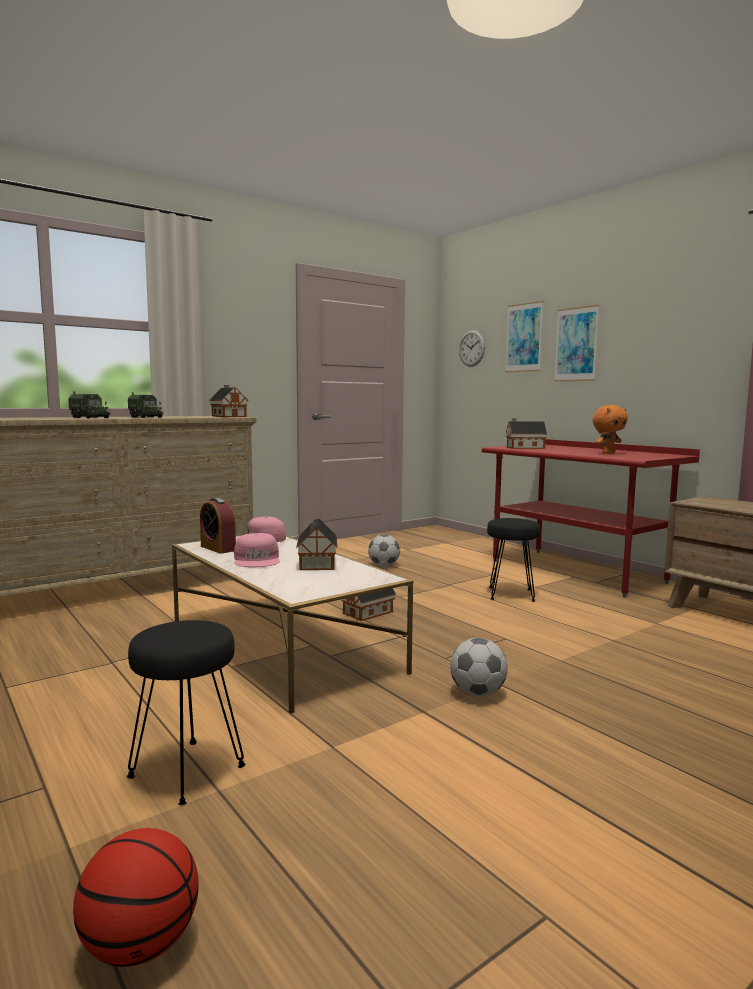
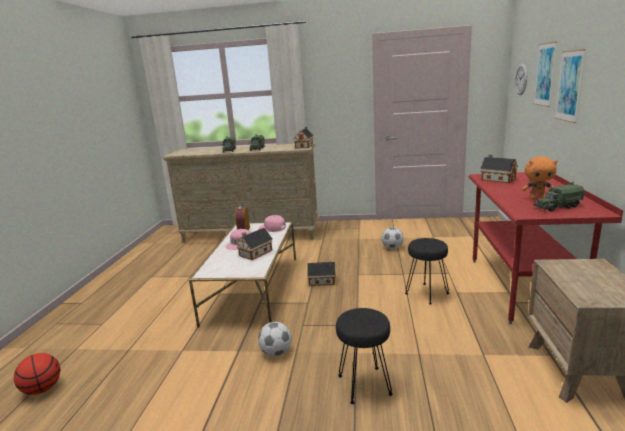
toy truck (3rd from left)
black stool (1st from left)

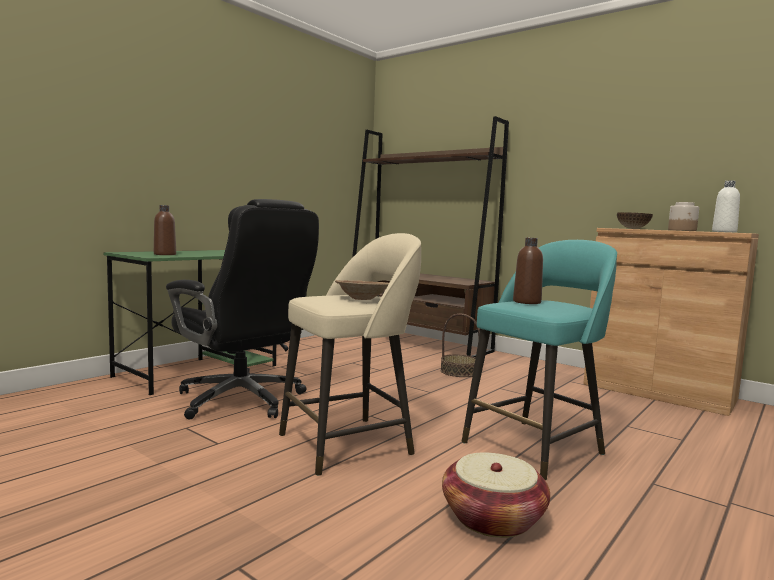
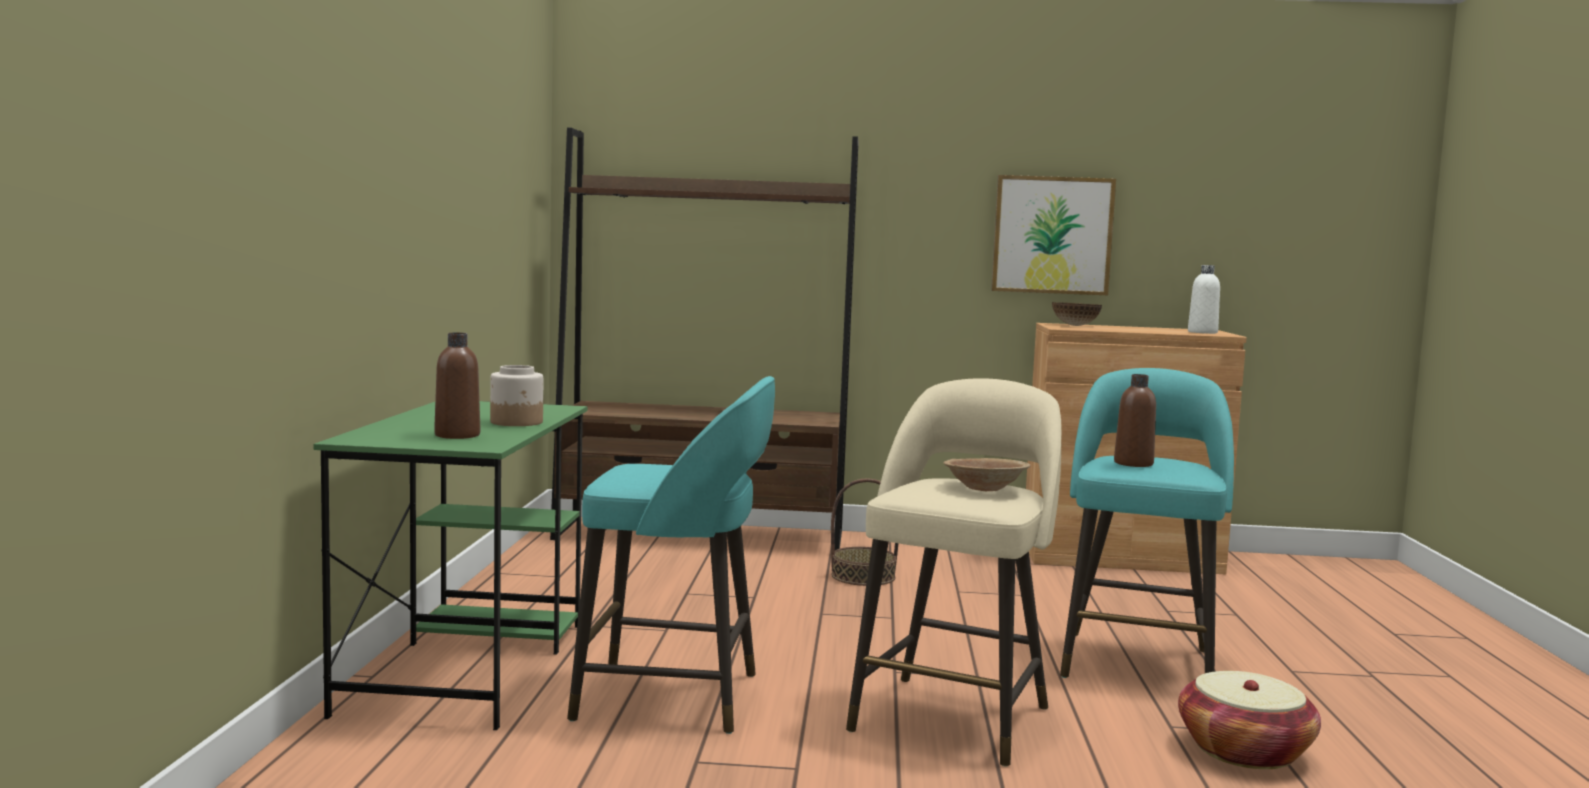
picture
jar
turquoise stool (1st from left)

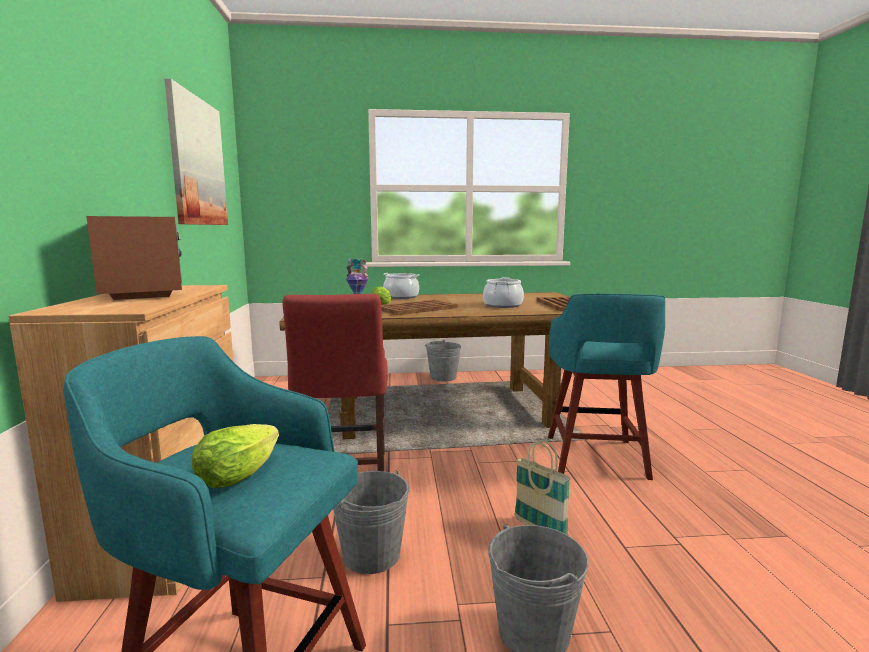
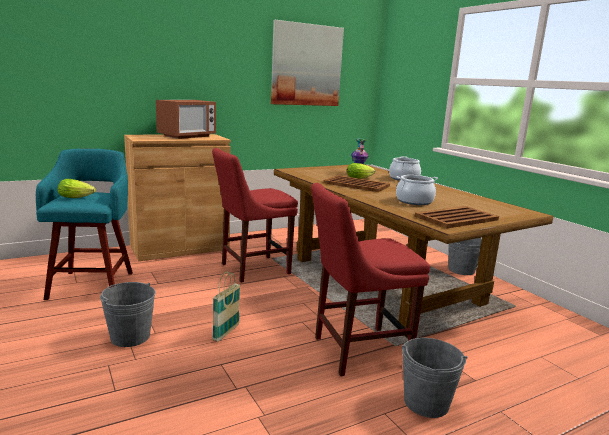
grey bucket (2nd from left)
red chair (2nd from left)

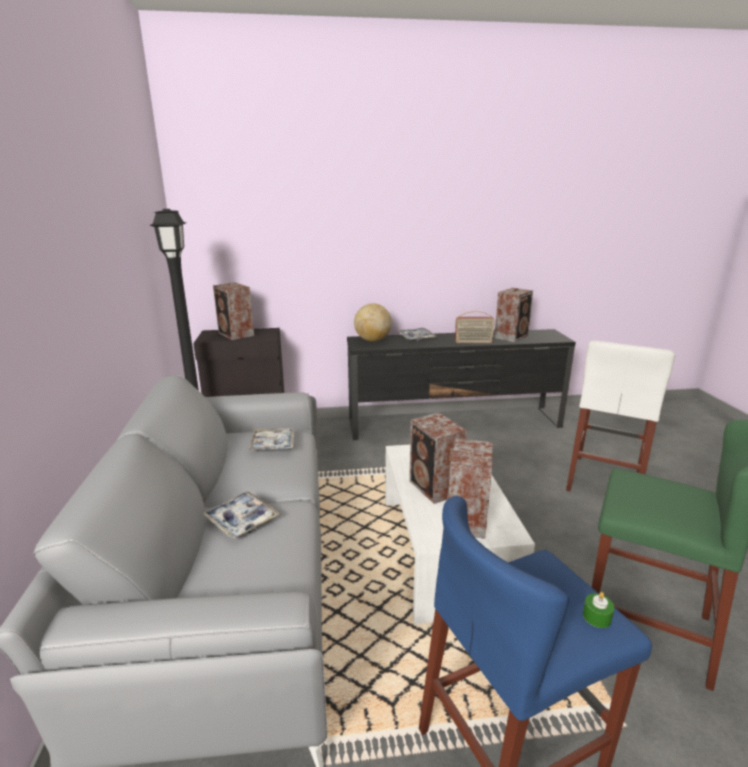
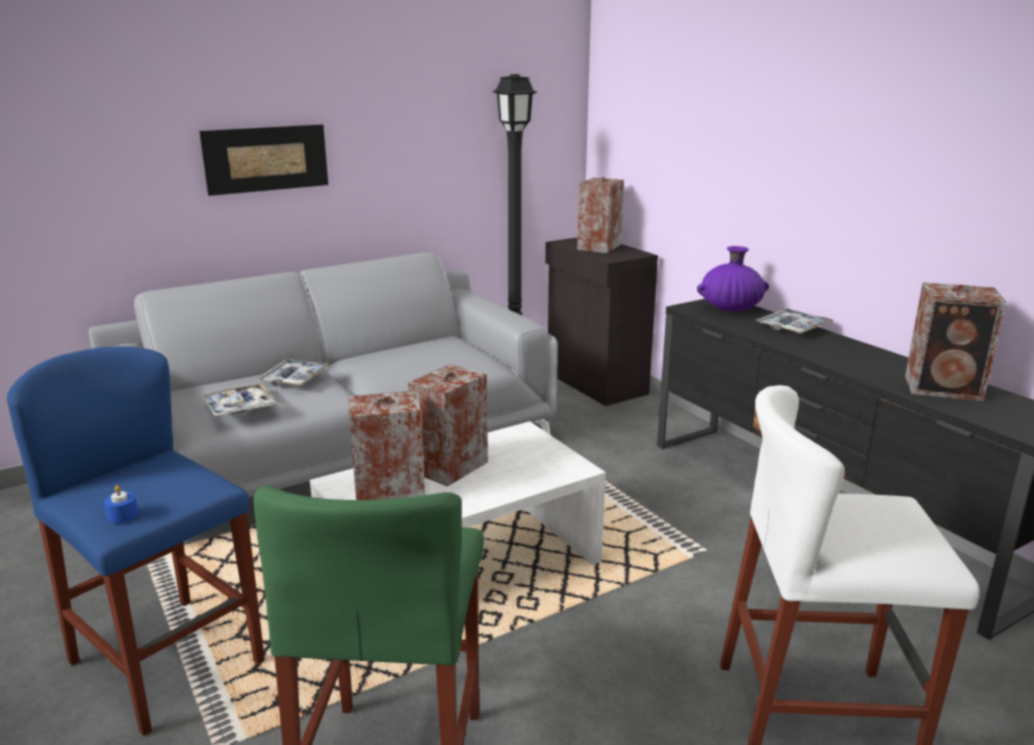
radio
picture
tray (1st from left)
purple vase
blue candle

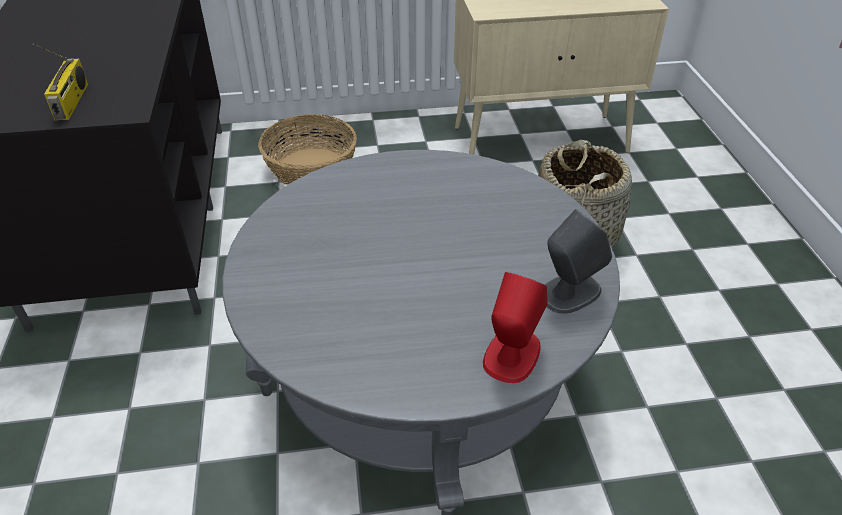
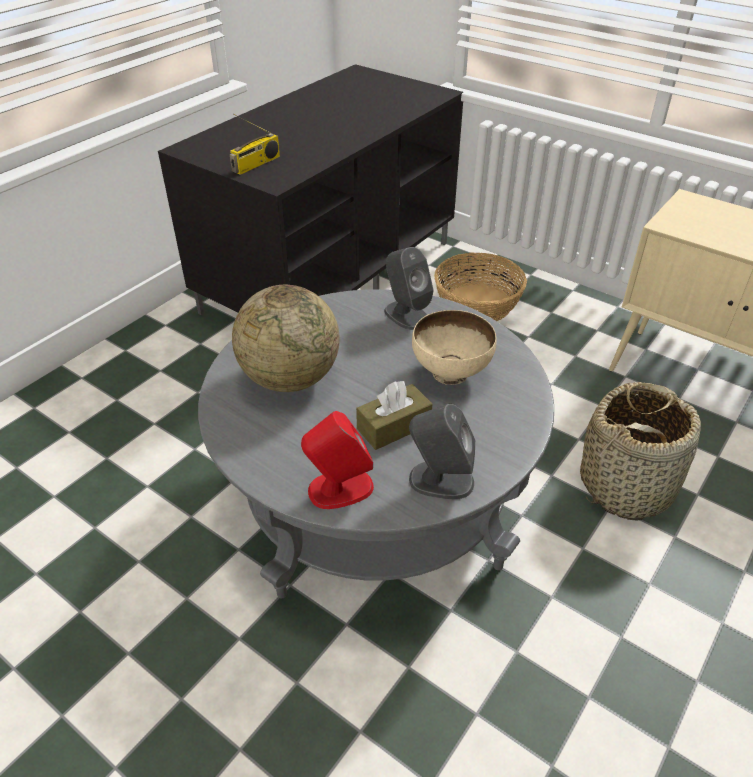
globe
brown tissue box
grey speaker (1st from left)
beige bowl

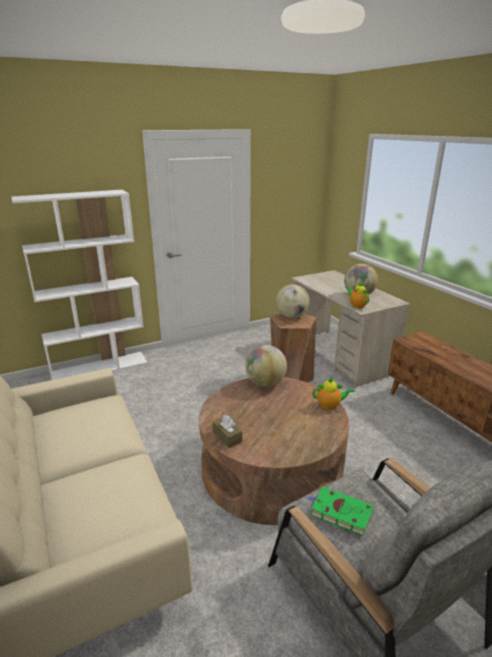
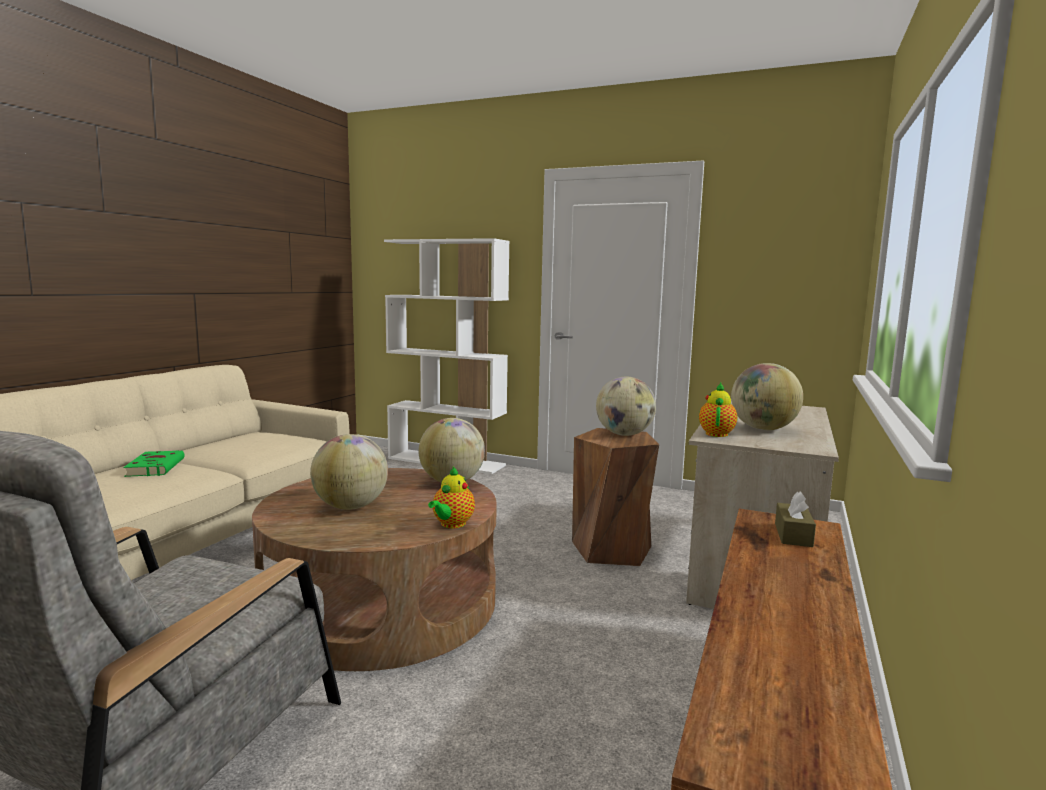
globe (1st from left)
brown tissue box
green book
teapot (1st from left)

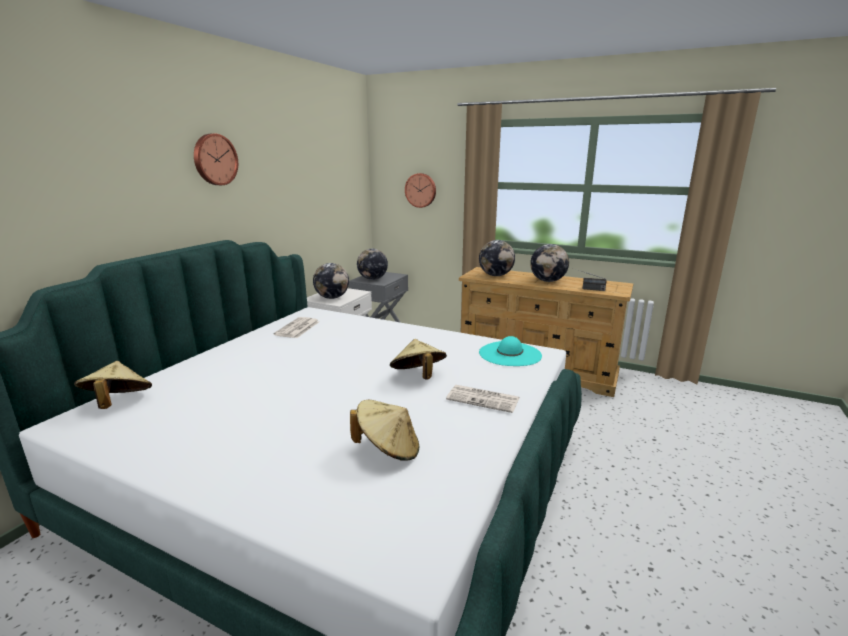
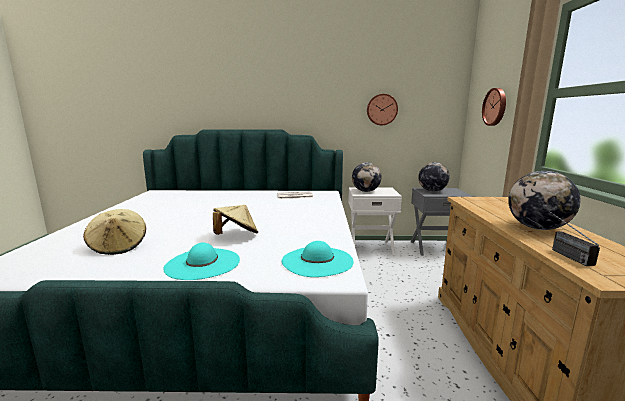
beige hat (1st from left in the first image)
globe (3rd from left in the first image)
wall clock (1st from left)
turquoise hat (1st from left)

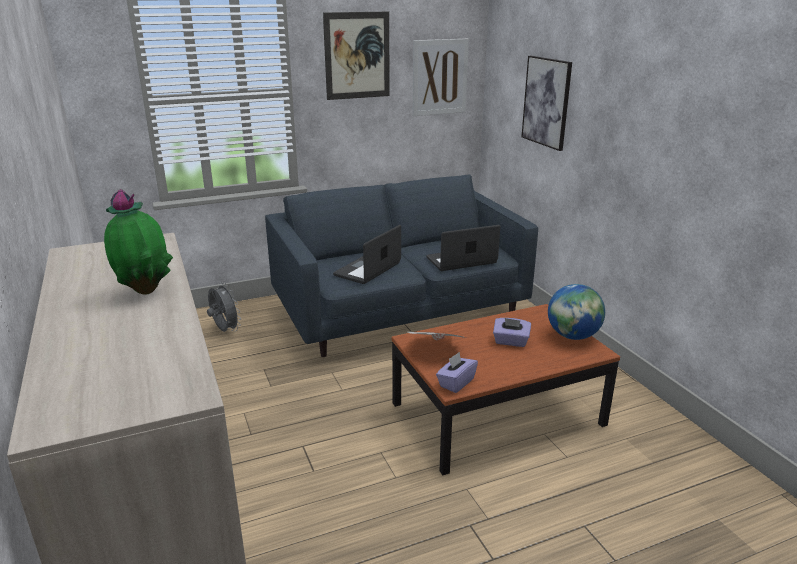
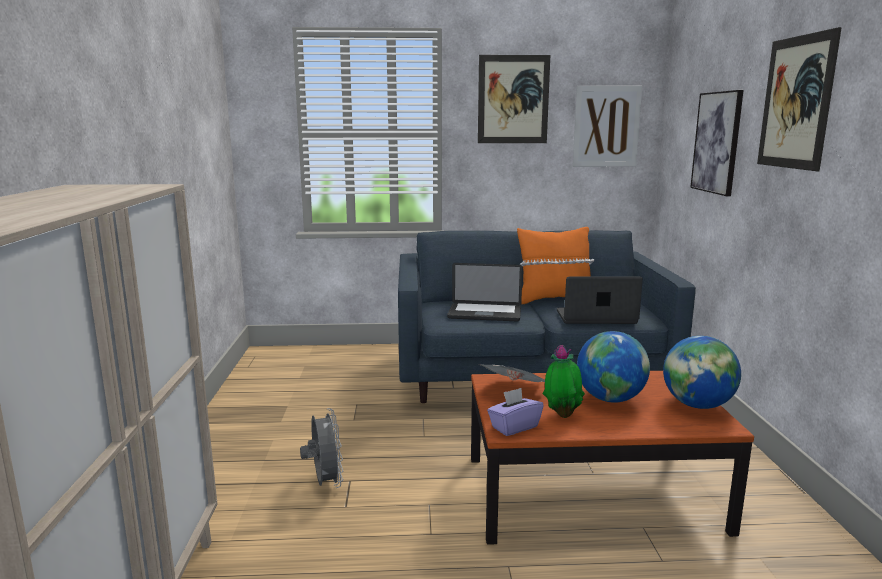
orange pillow
picture (4th from left)
potted plant
grey fan
globe (1st from left)
laptop (1st from left)

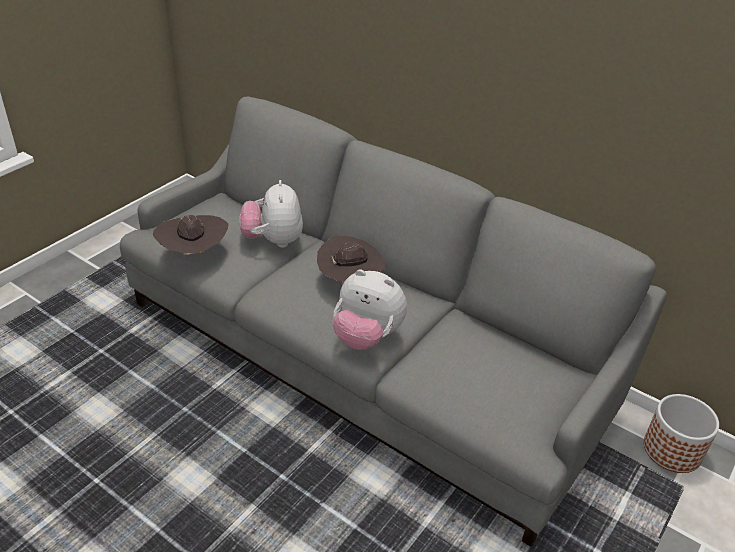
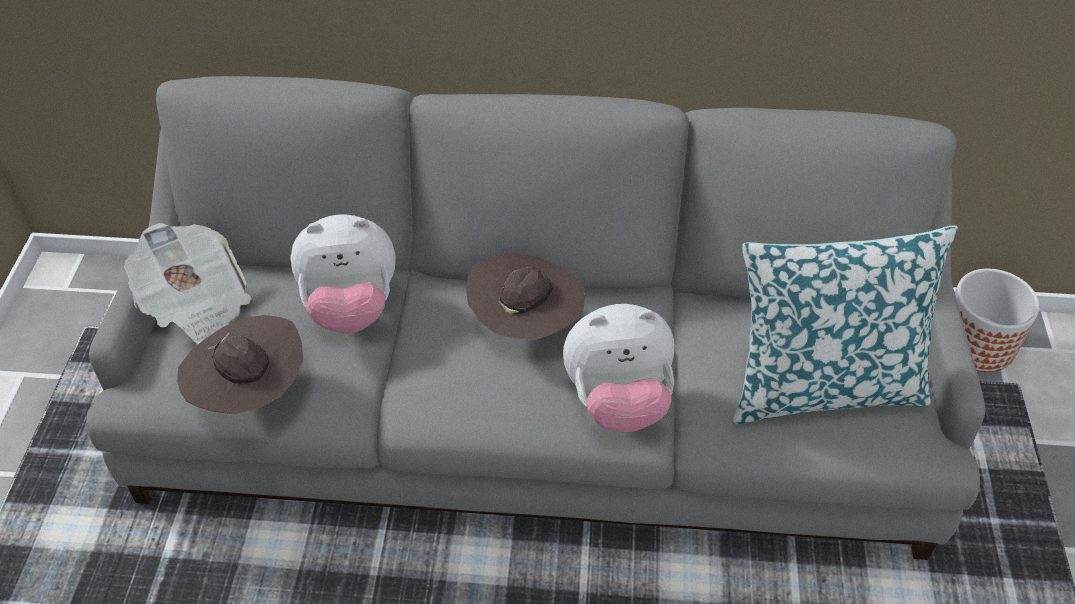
newspaper
pillow
plush toy (1st from left)

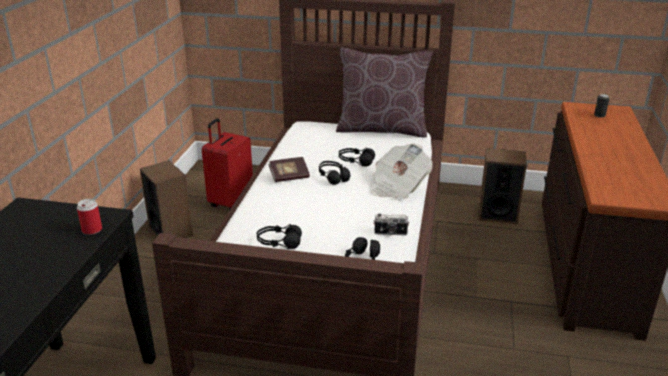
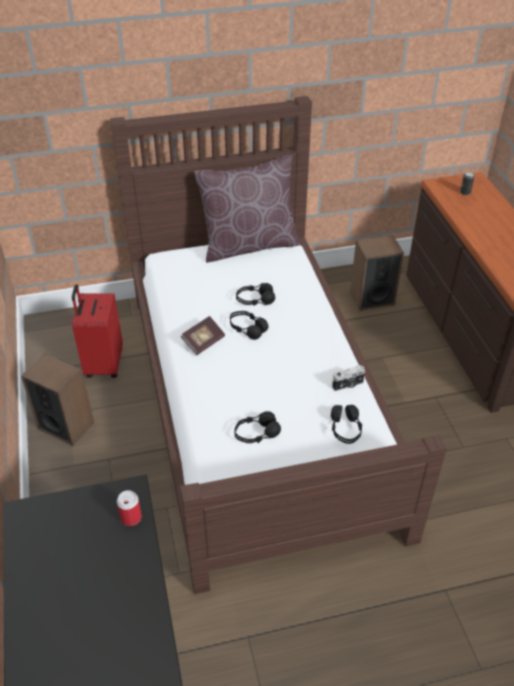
newspaper

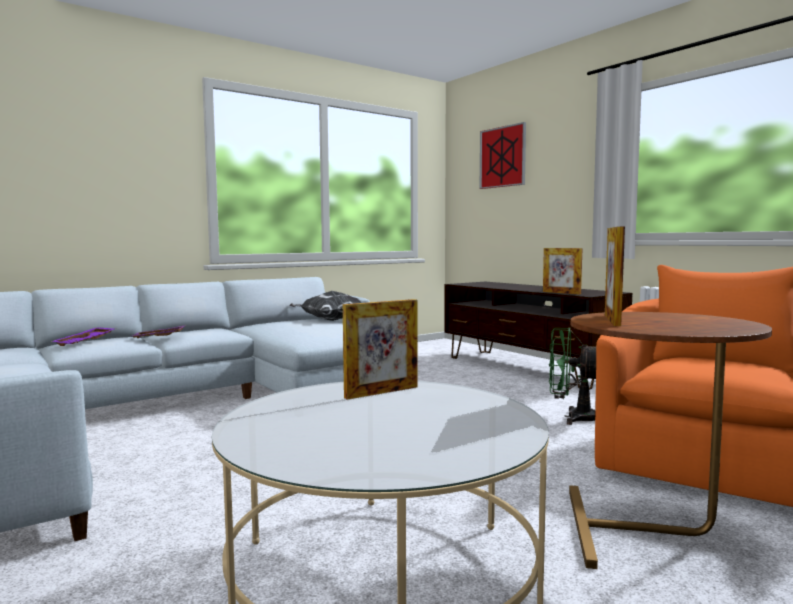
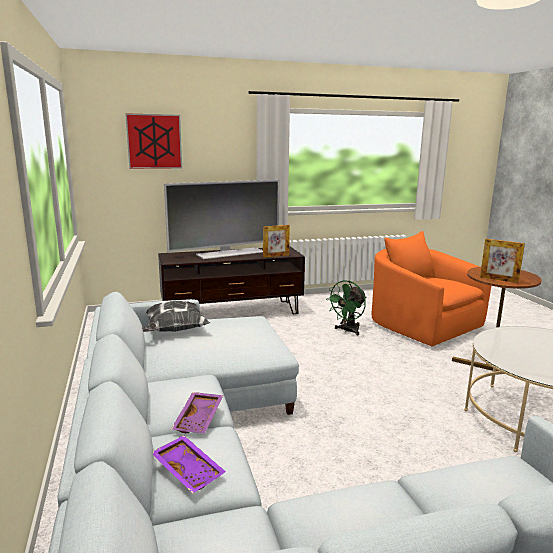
picture frame (1st from left in the first image)
television

